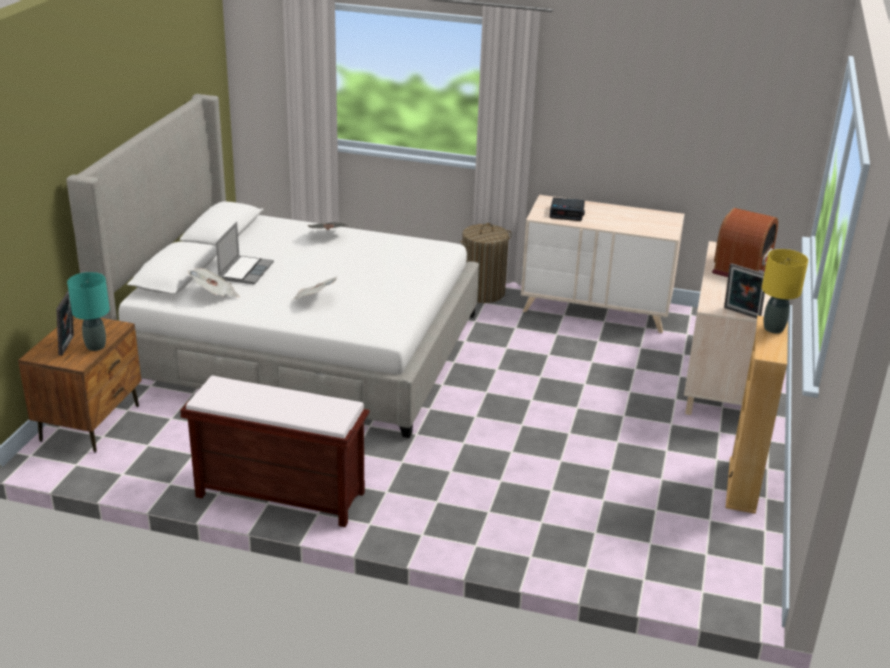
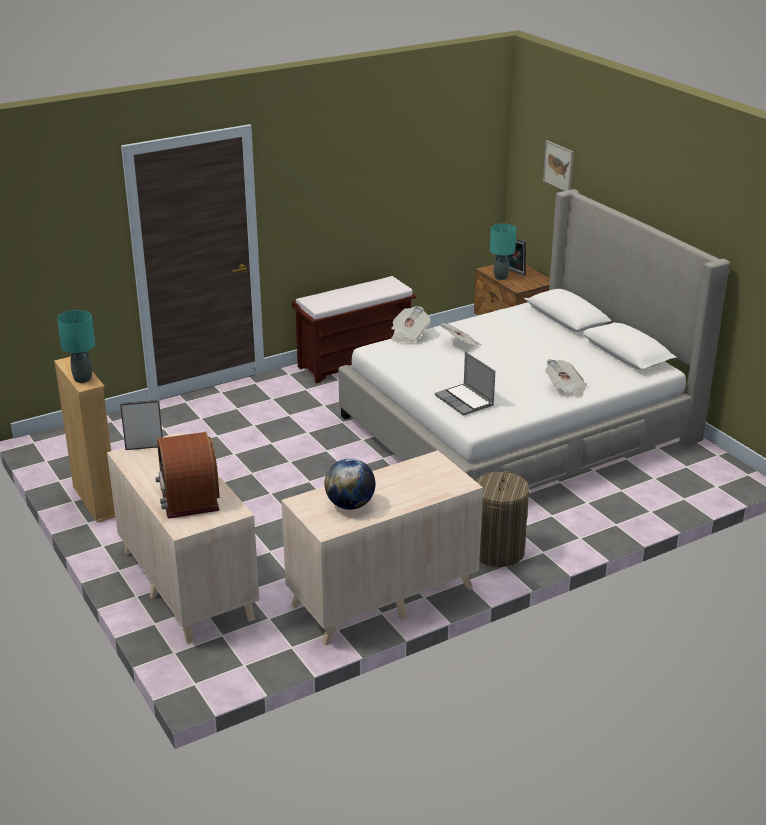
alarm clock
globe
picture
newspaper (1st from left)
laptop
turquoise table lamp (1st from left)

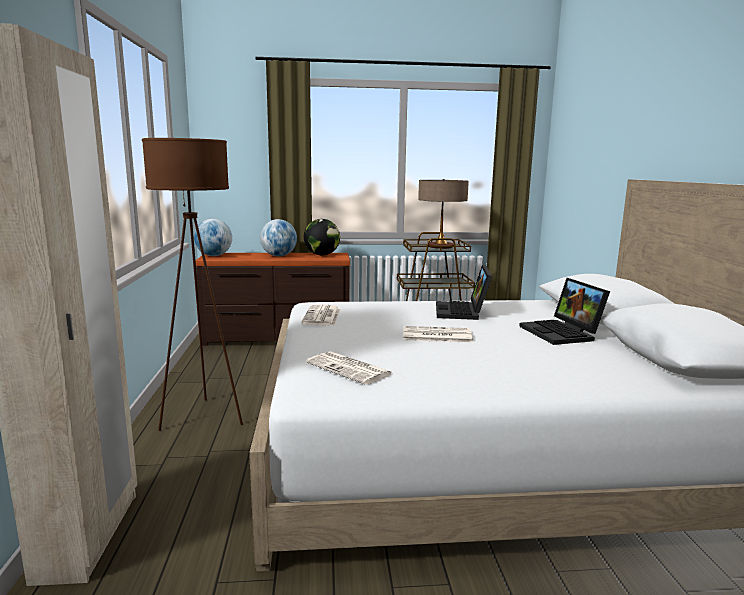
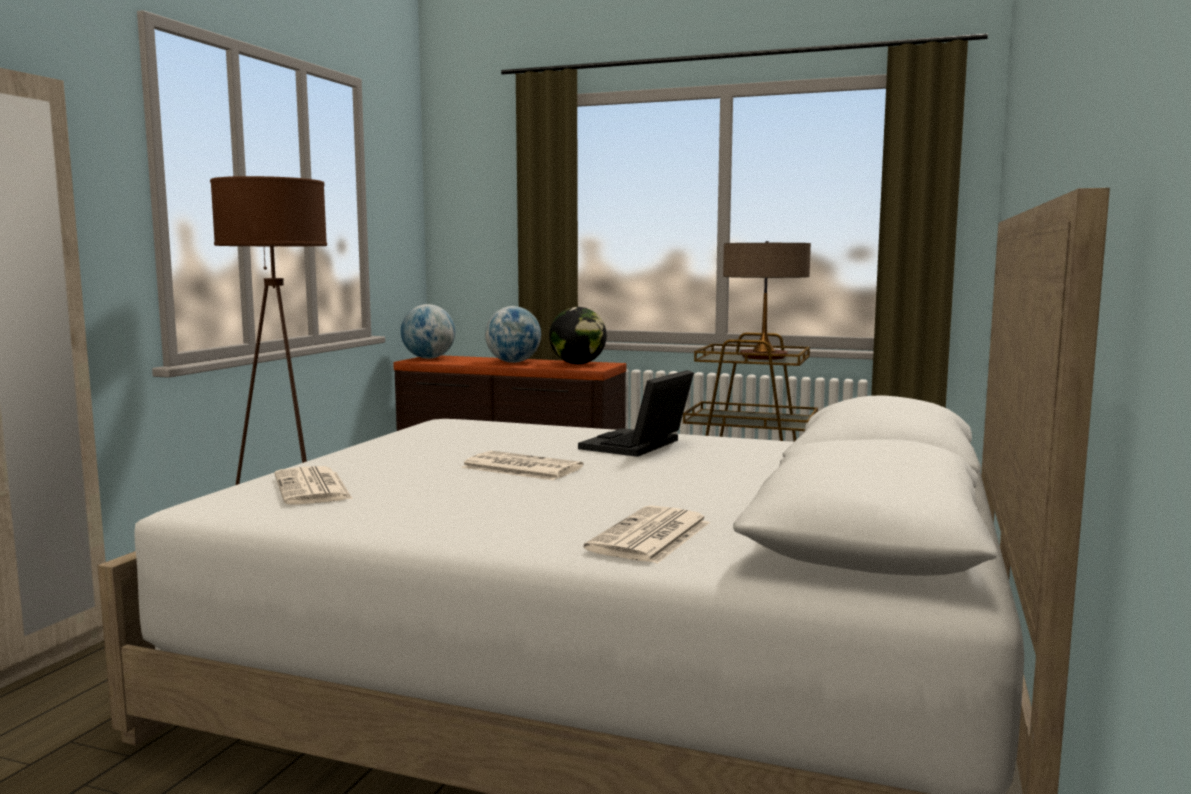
laptop (2nd from left in the first image)
newspaper (3rd from left)

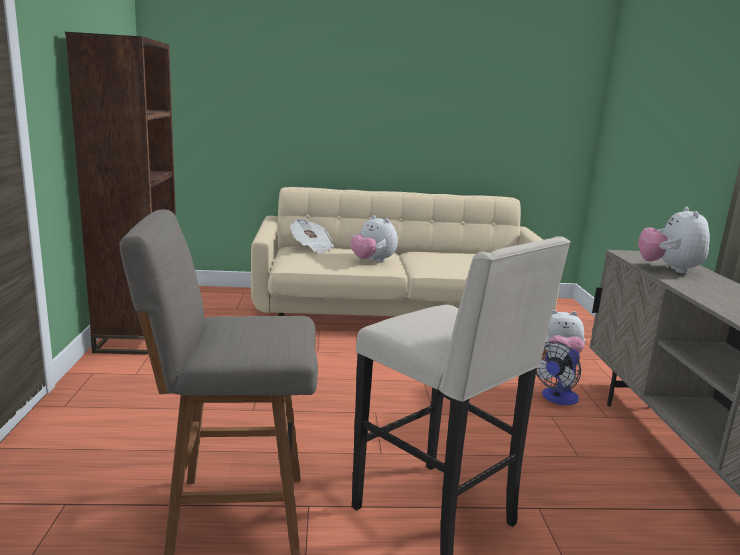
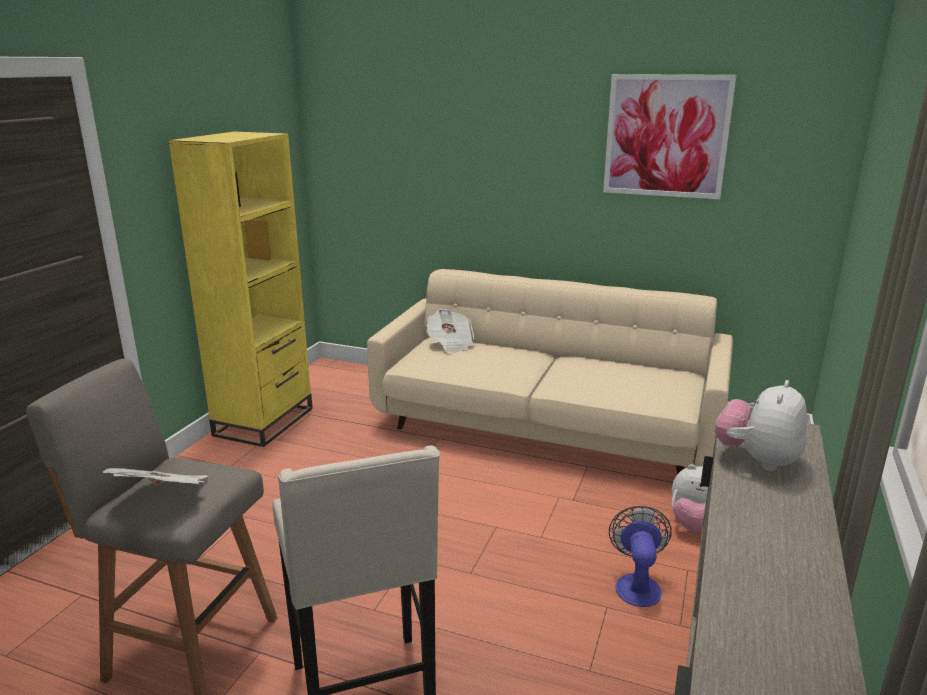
plush toy (1st from left in the first image)
newspaper (1st from left)
picture
yellow bookcase
fan

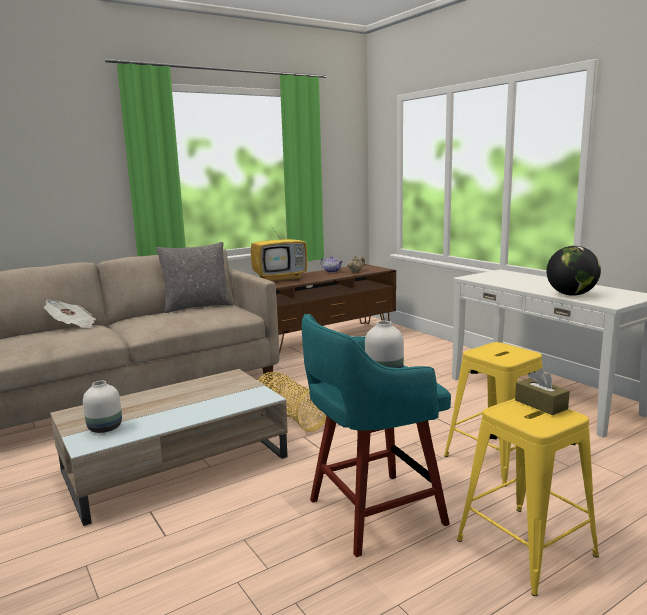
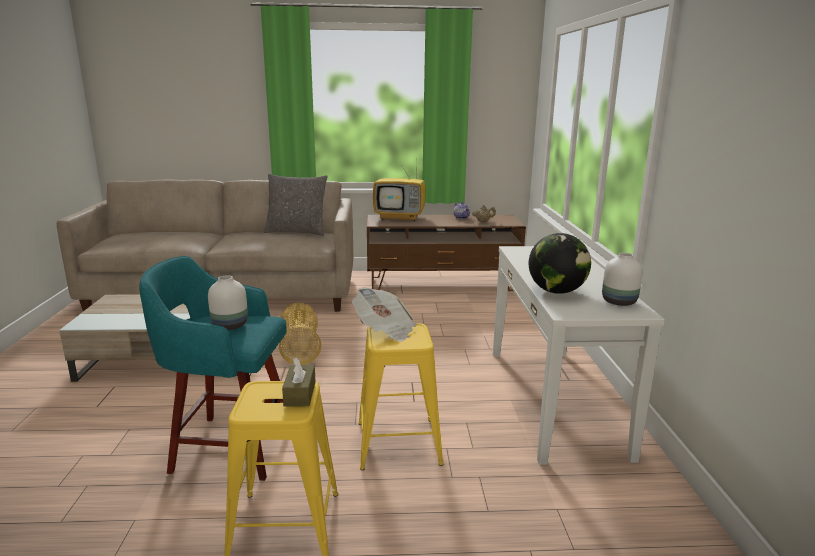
newspaper
white vase (2nd from left)

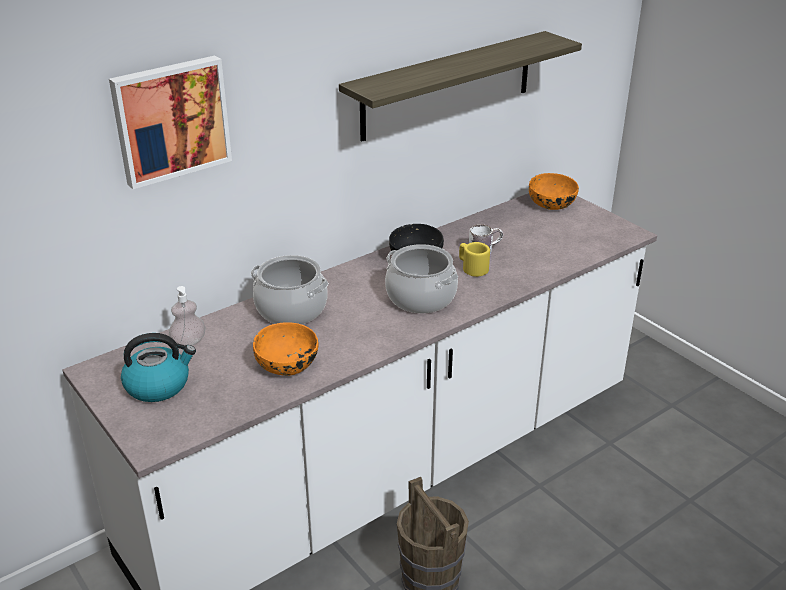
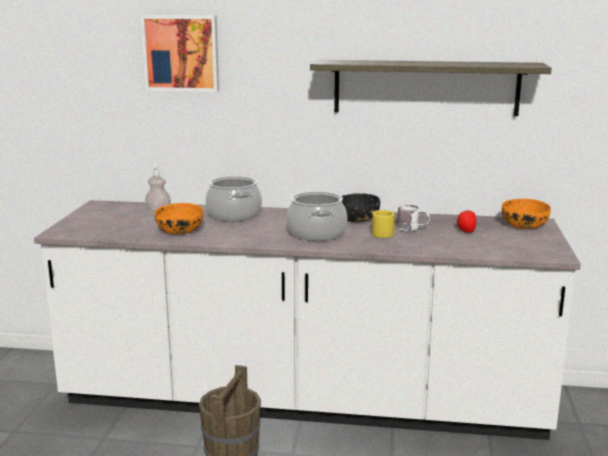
kettle
tomato

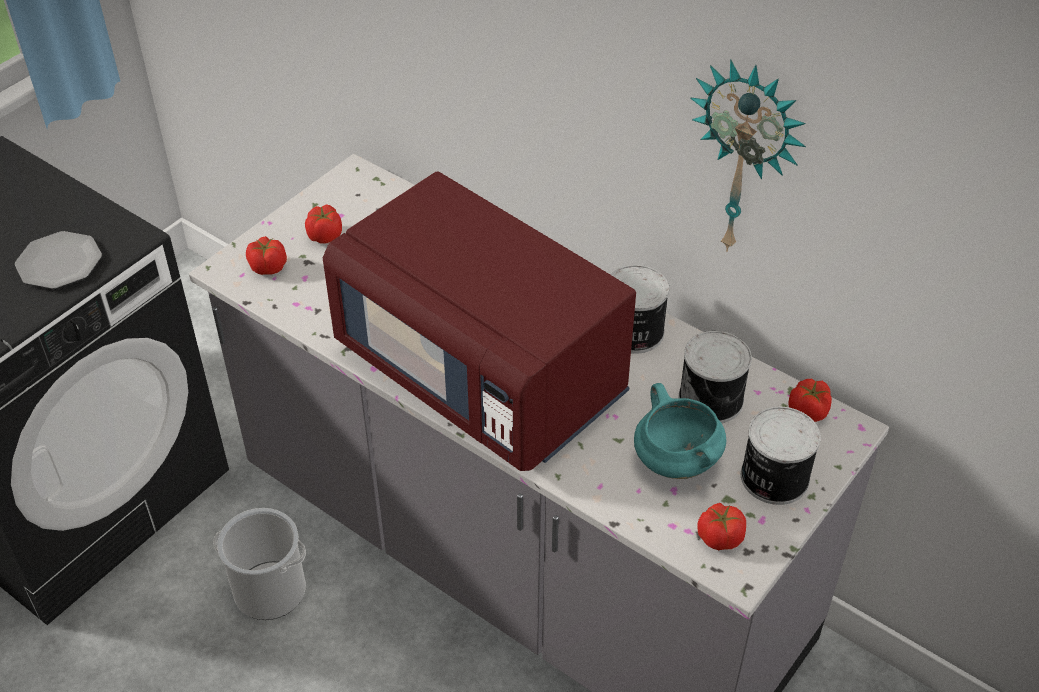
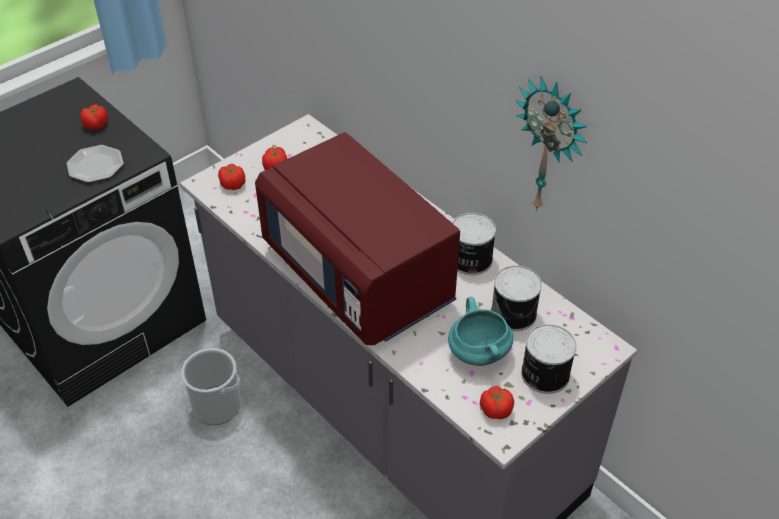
tomato (1st from left)

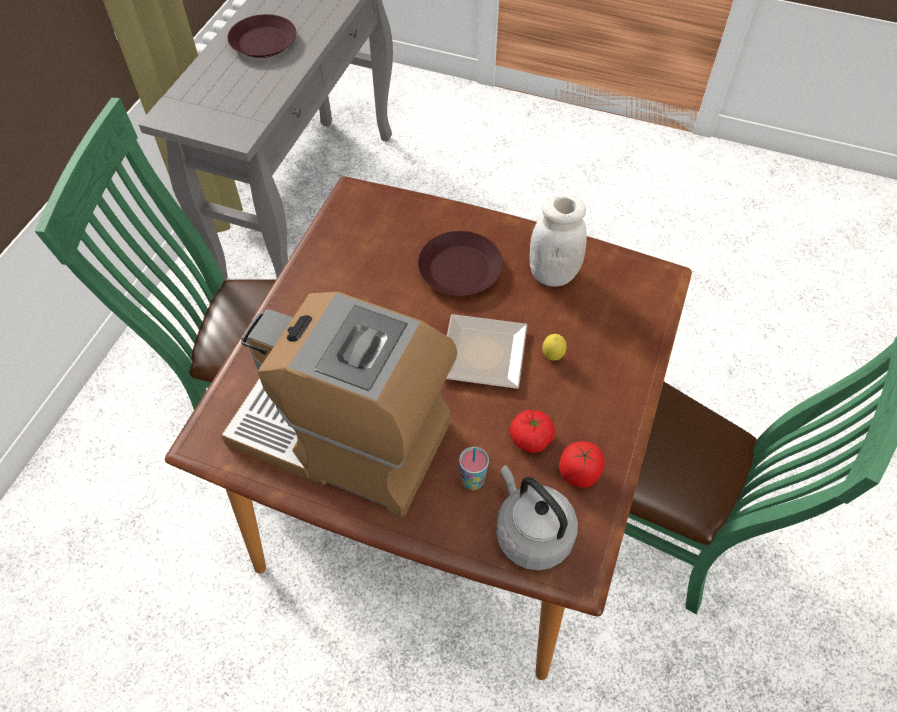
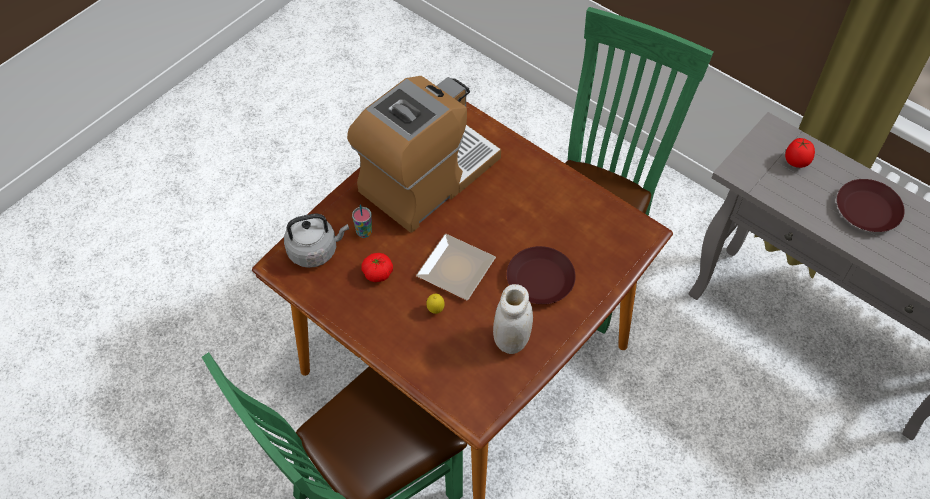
tomato (2nd from left)

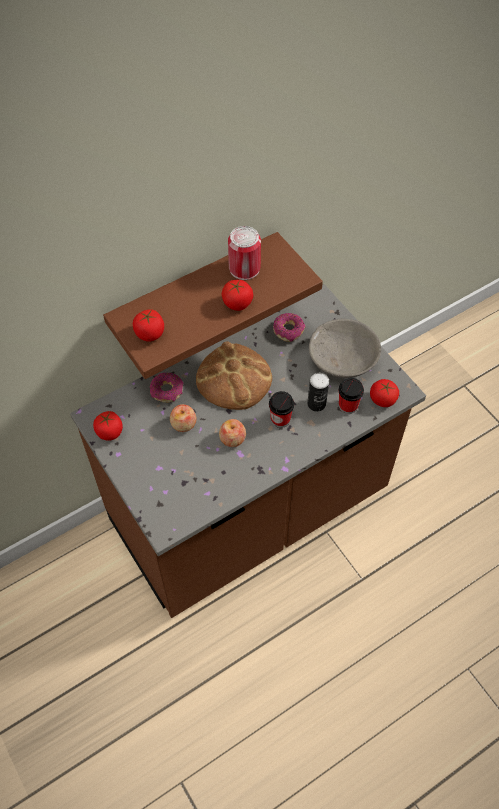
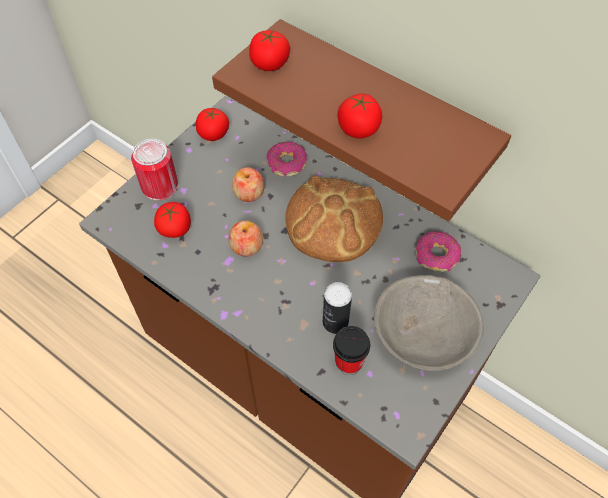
cup (1st from left in the first image)
can (1st from left)
tomato (1st from left)

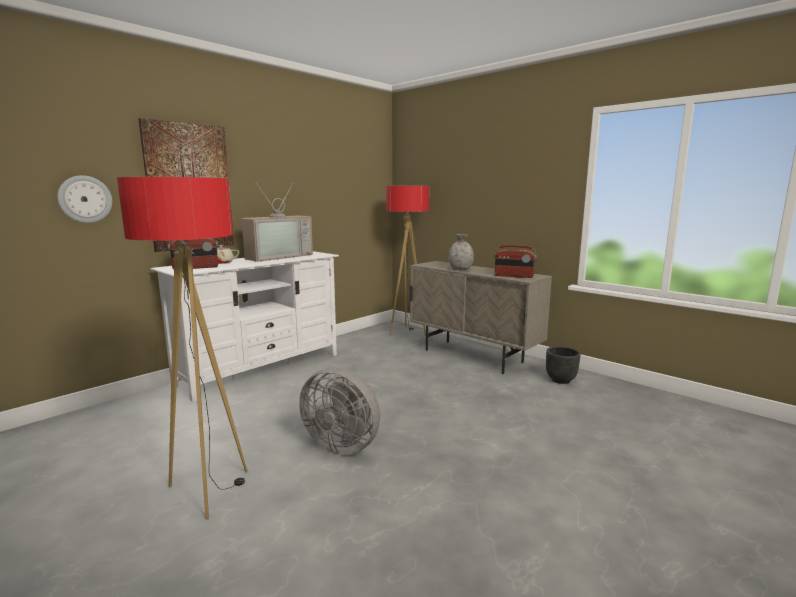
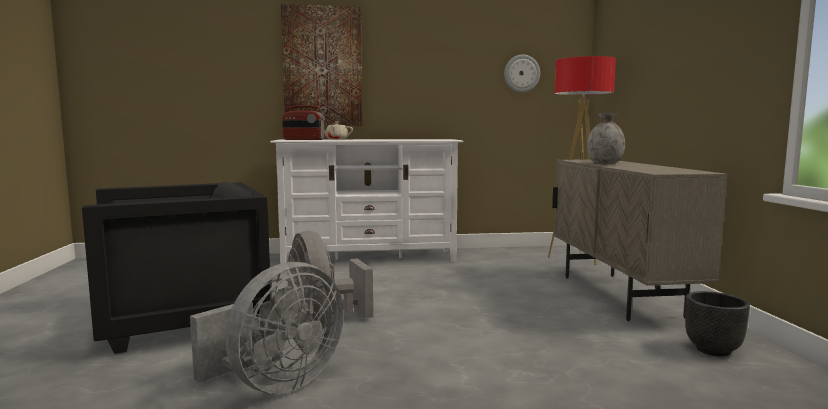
television
radio (2nd from left in the first image)
grey fan (1st from left)
wall clock
black armchair

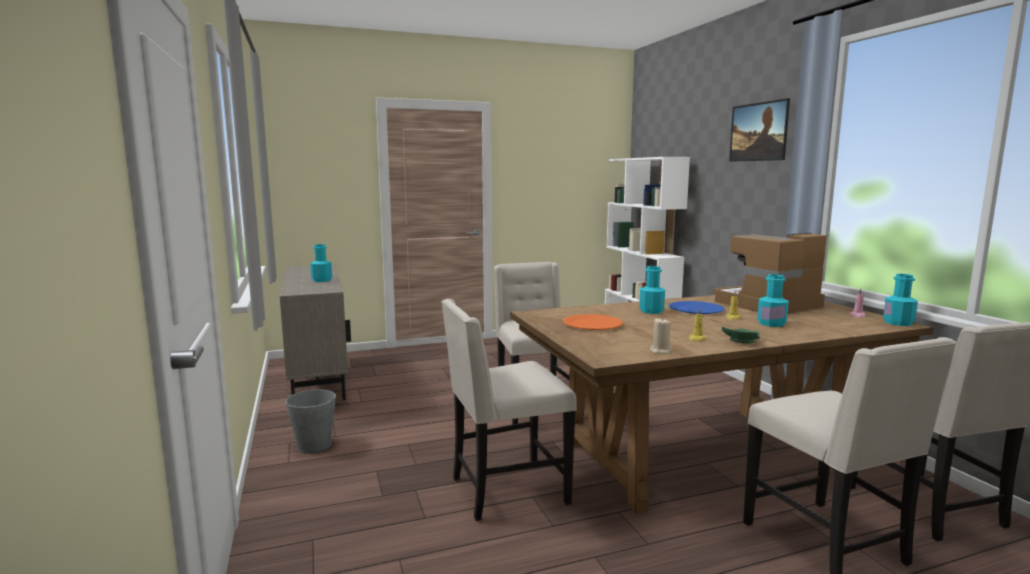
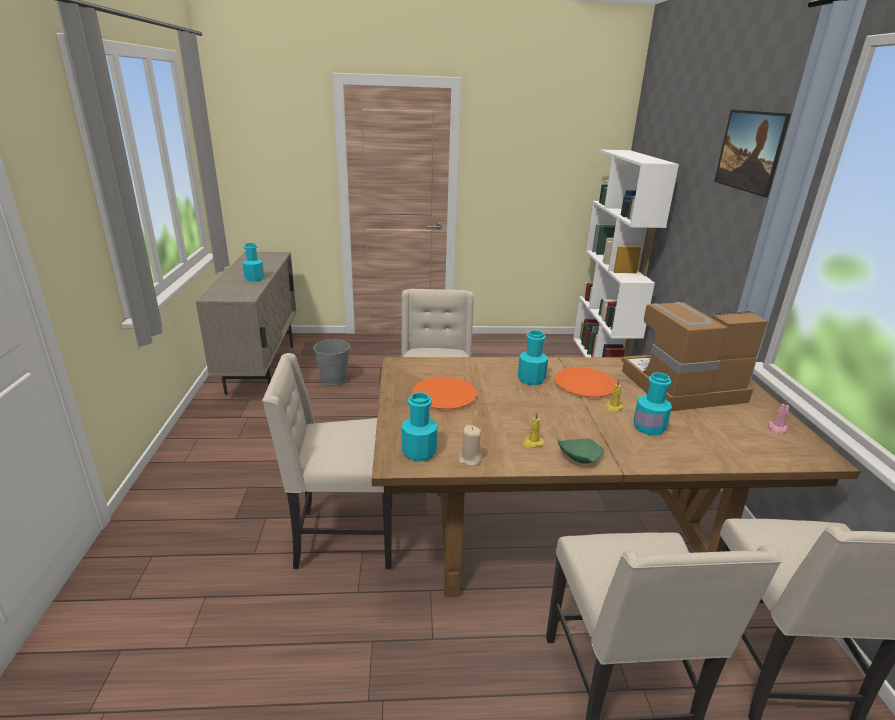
grey bucket
turquoise bottle (2nd from left)
orange plate (2nd from left)

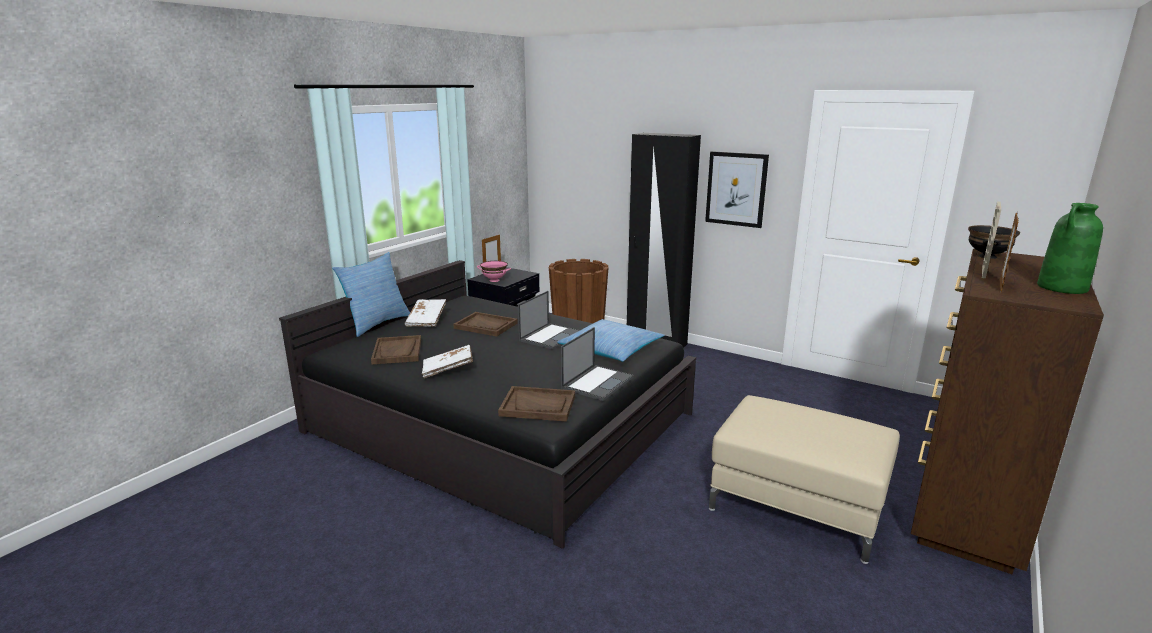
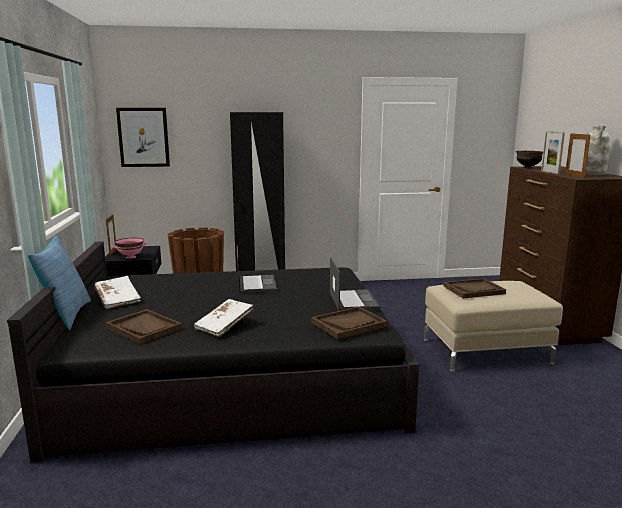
pillow (2nd from left in the first image)
brown tray (3rd from left)
picture
white vase

